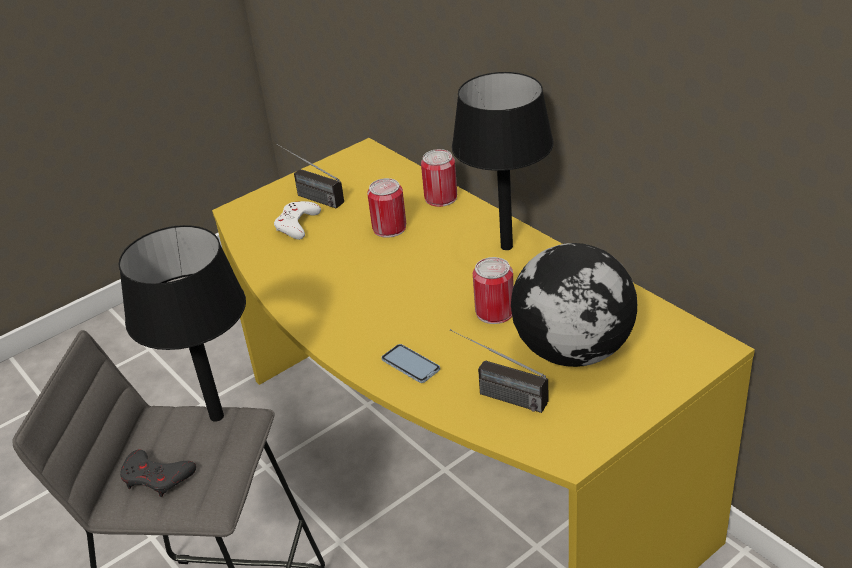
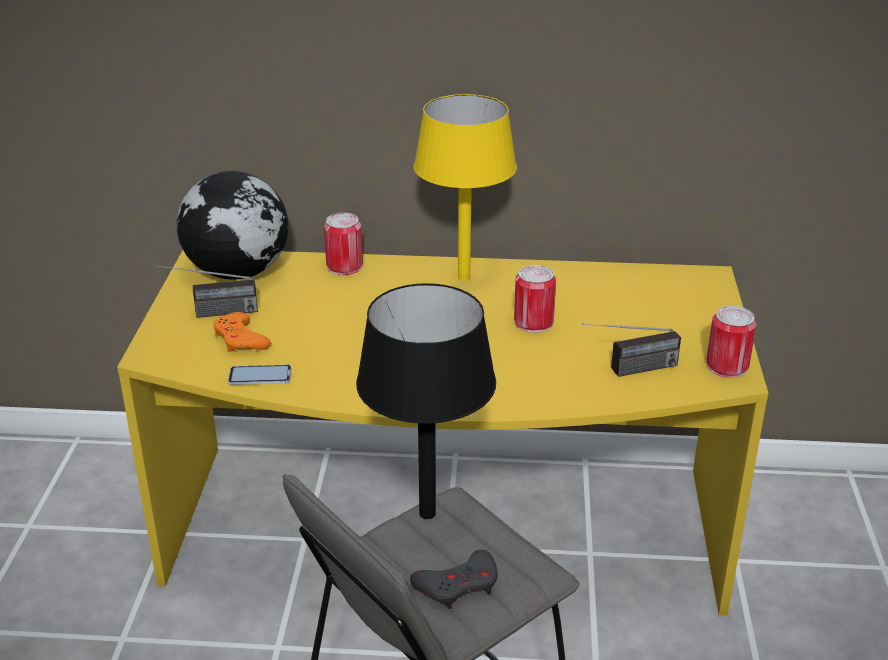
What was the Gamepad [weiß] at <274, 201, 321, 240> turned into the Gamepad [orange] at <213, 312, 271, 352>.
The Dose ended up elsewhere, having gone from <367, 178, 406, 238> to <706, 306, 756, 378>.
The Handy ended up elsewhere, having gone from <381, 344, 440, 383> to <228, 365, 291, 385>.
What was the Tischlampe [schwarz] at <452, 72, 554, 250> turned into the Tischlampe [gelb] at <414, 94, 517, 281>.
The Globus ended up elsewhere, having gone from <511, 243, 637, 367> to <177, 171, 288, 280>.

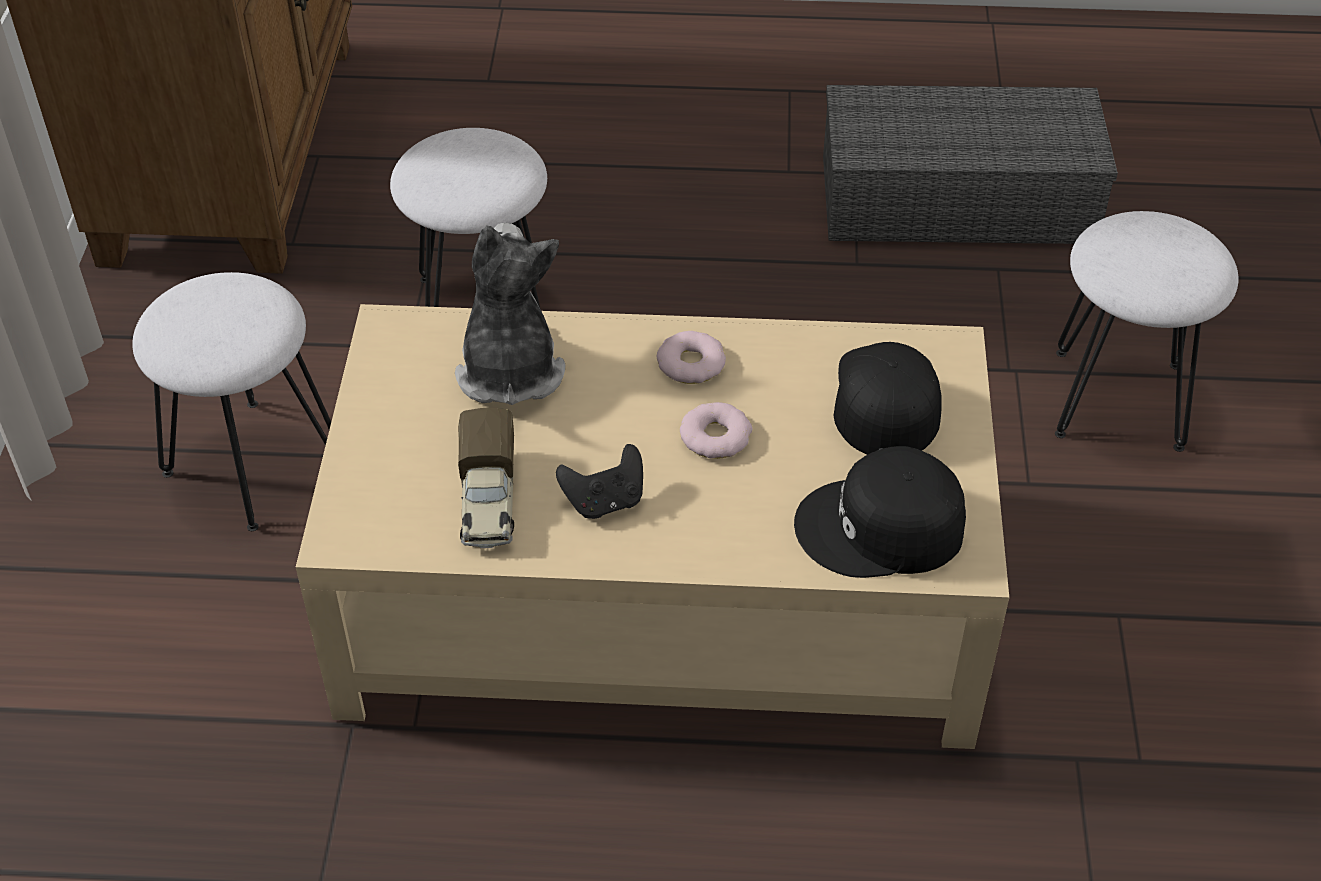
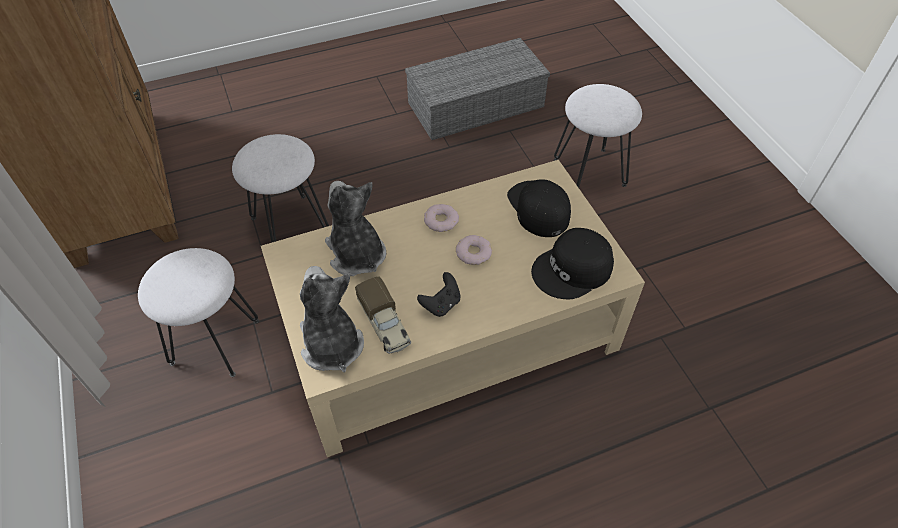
The second view gained the Plüschtier at <300, 266, 364, 372>.

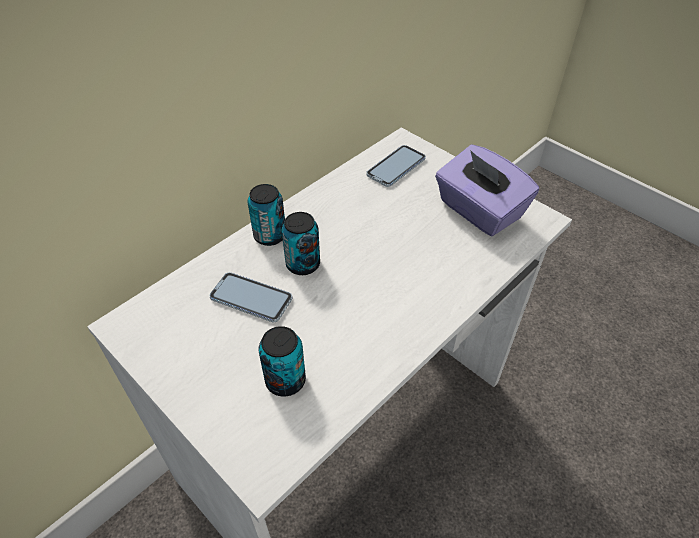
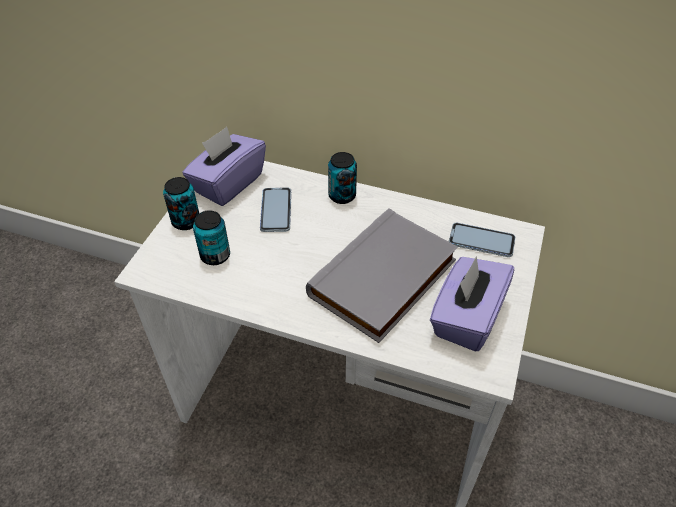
The Dose ended up elsewhere, having gone from <282, 212, 320, 275> to <163, 177, 199, 230>.
The second view gained the Taschentuchbox [lila] at <182, 127, 266, 206>.
The second view gained the Buch [grau] at <306, 209, 458, 343>.

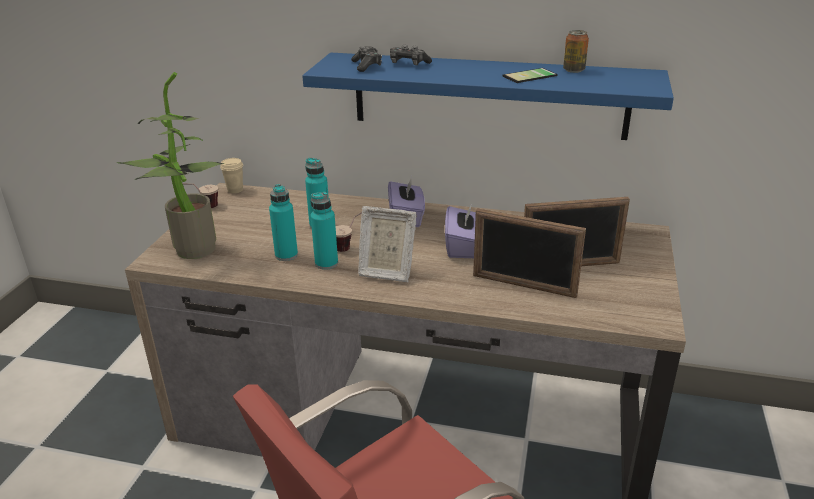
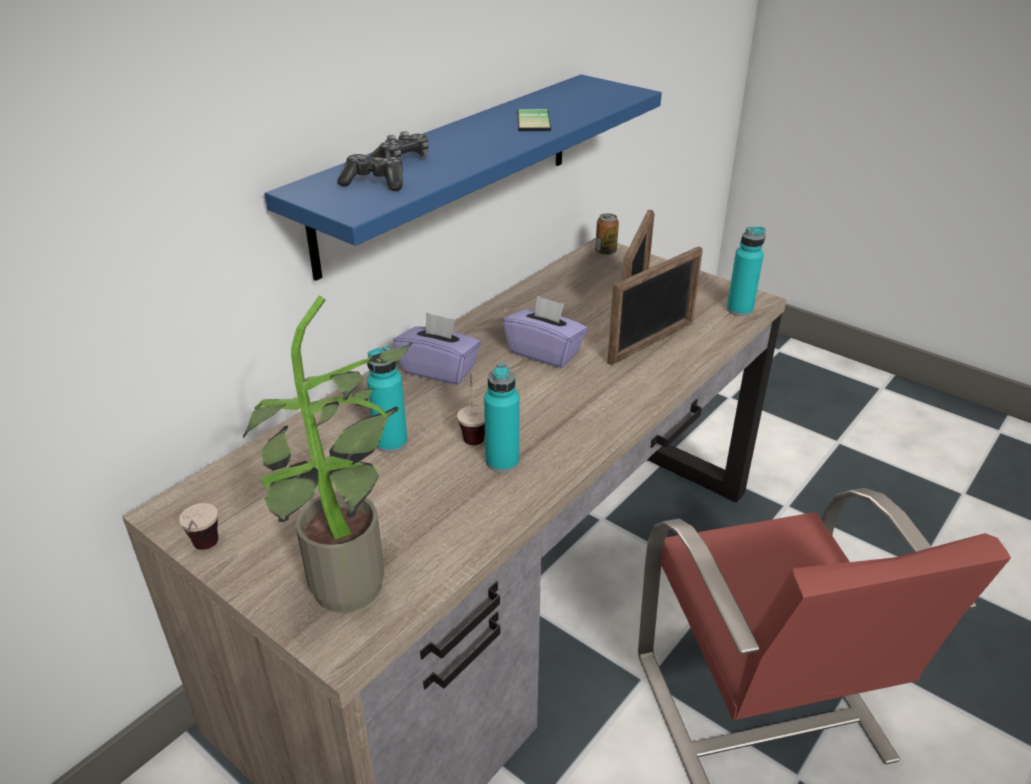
The second view lost the Tasse [beige] at <220, 158, 243, 193>.
The Flasche [türkis] ended up elsewhere, having gone from <269, 184, 298, 261> to <727, 227, 766, 316>.
The second view lost the Bilderrahmen at <358, 206, 417, 282>.
The Dose ended up elsewhere, having gone from <563, 30, 589, 73> to <595, 213, 619, 255>.

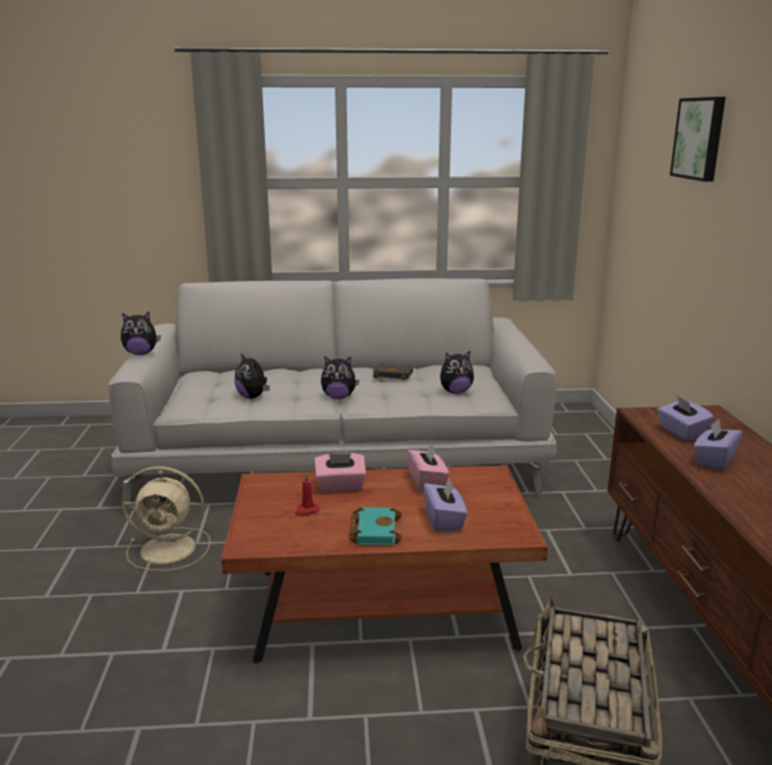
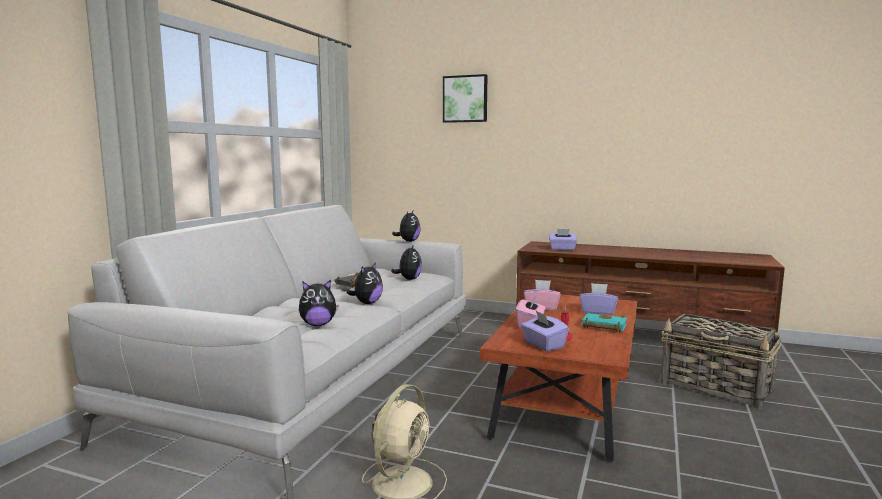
The Plüschtier ended up elsewhere, having gone from <121, 312, 161, 355> to <392, 211, 421, 242>.
The Taschentuchbox [lila] ended up elsewhere, having gone from <694, 419, 742, 471> to <521, 311, 569, 351>.

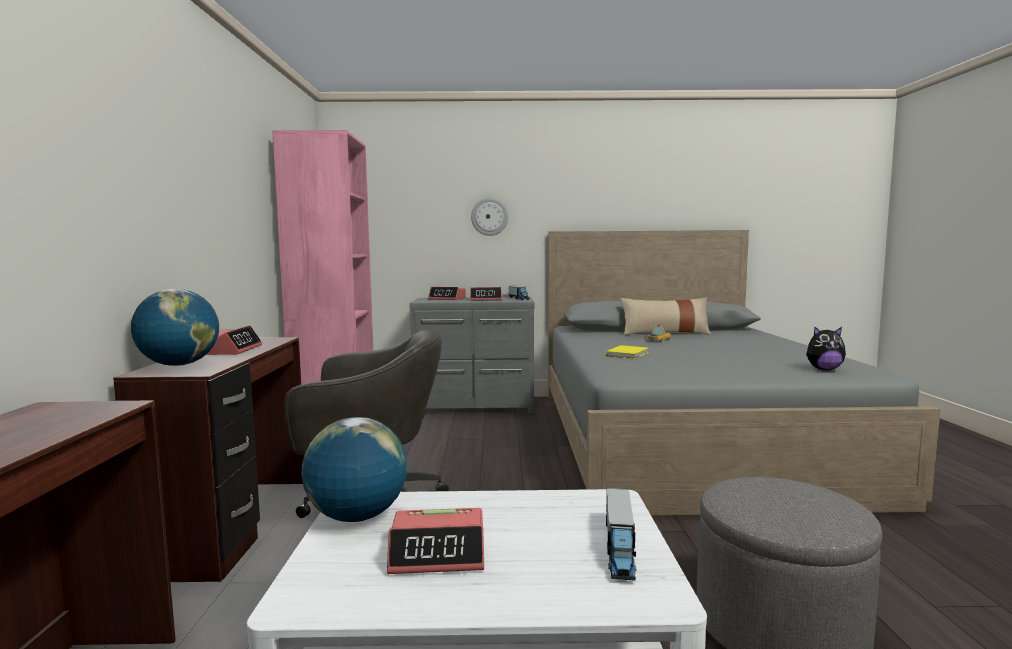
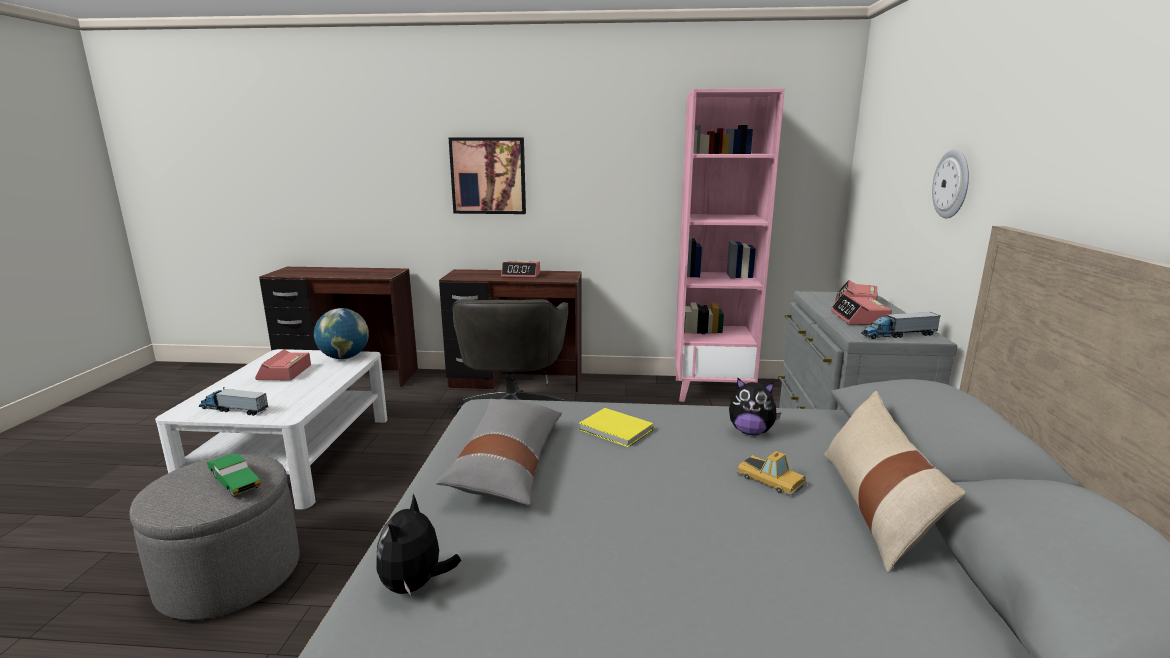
The second view lost the Globus at <131, 289, 219, 366>.
The second view gained the Spielzeugauto [grün] at <207, 453, 261, 497>.
The second view gained the Kissen [grau] at <436, 399, 562, 505>.
The second view gained the Bild at <449, 138, 526, 214>.
The second view gained the Plüschtier at <729, 377, 782, 435>.

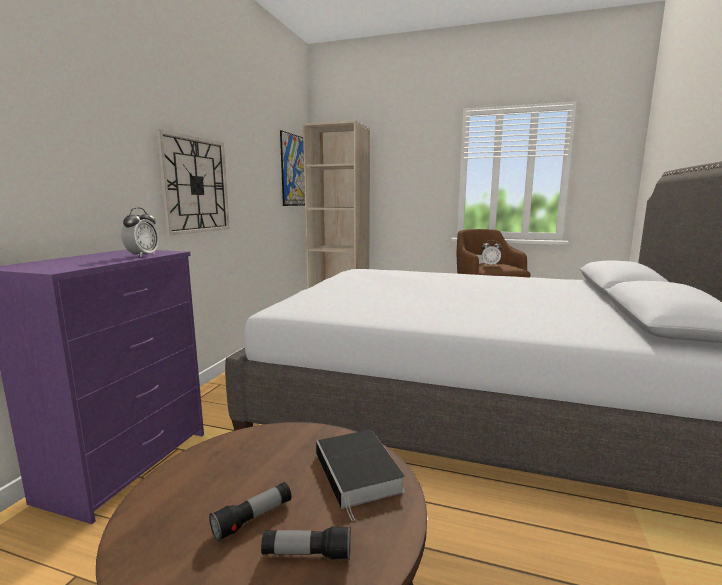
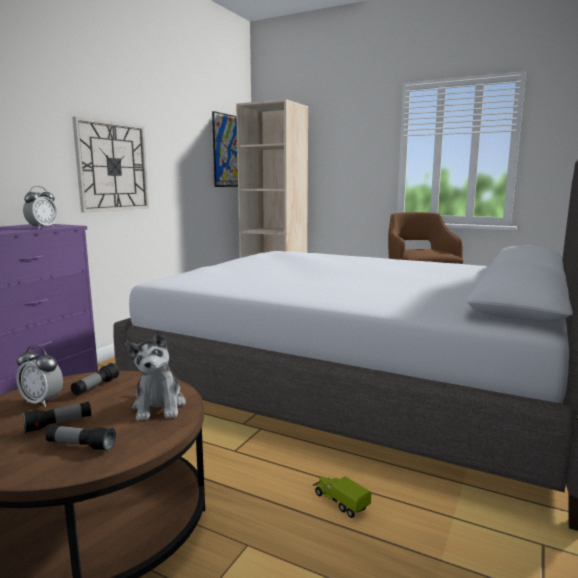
Where the Buch stood at <316, 430, 405, 521>, the Plüschtier came to stand at <125, 330, 186, 421>.
The Wecker ended up elsewhere, having gone from <482, 240, 502, 266> to <16, 345, 63, 407>.
The second view gained the Taschenlampe at <71, 363, 119, 395>.
The second view gained the Spielzeuglaster at <313, 476, 371, 518>.

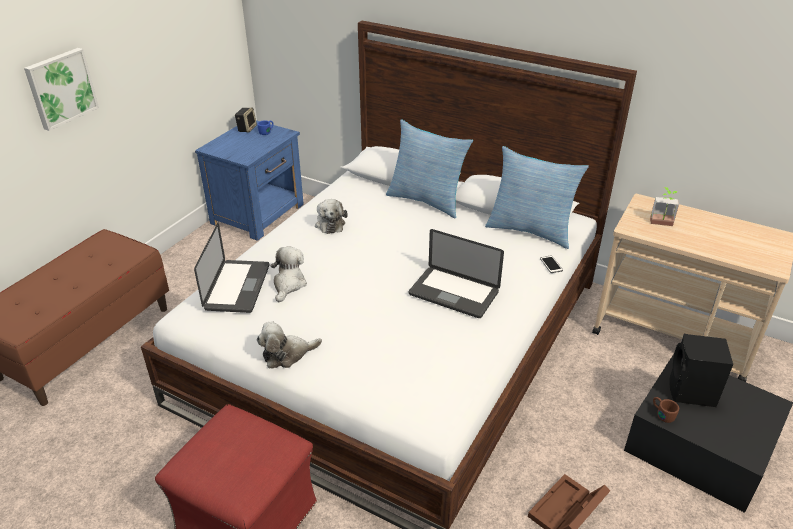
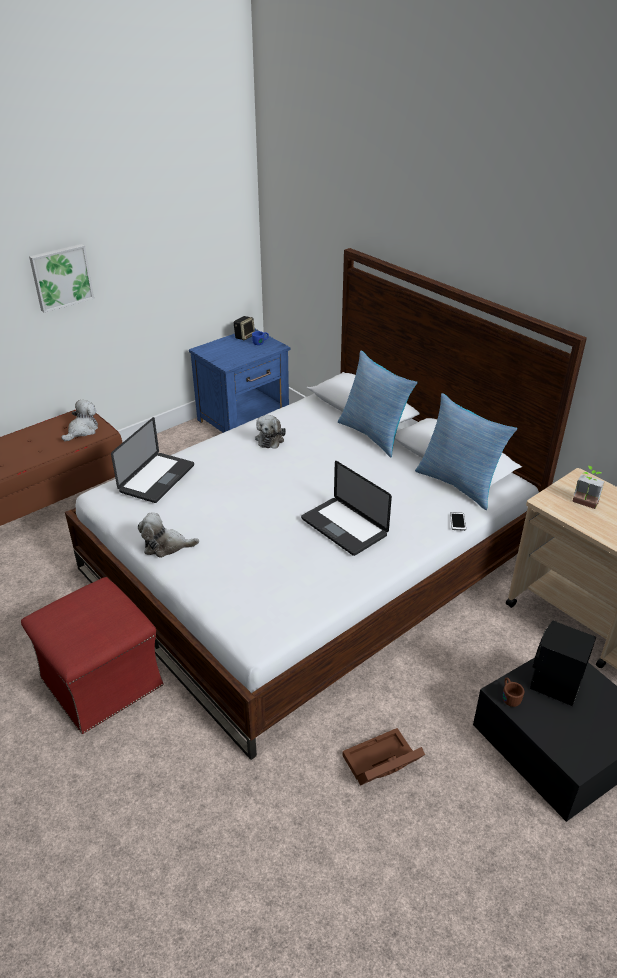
The Plüschtier ended up elsewhere, having gone from <270, 247, 307, 302> to <61, 400, 98, 441>.

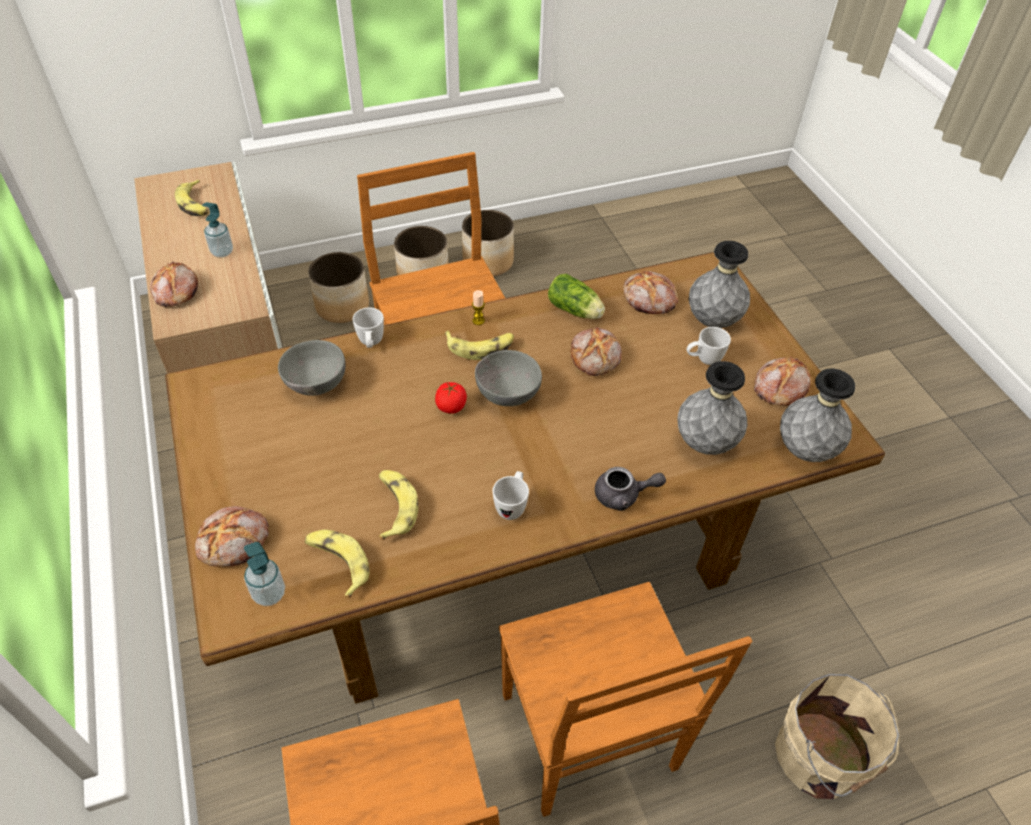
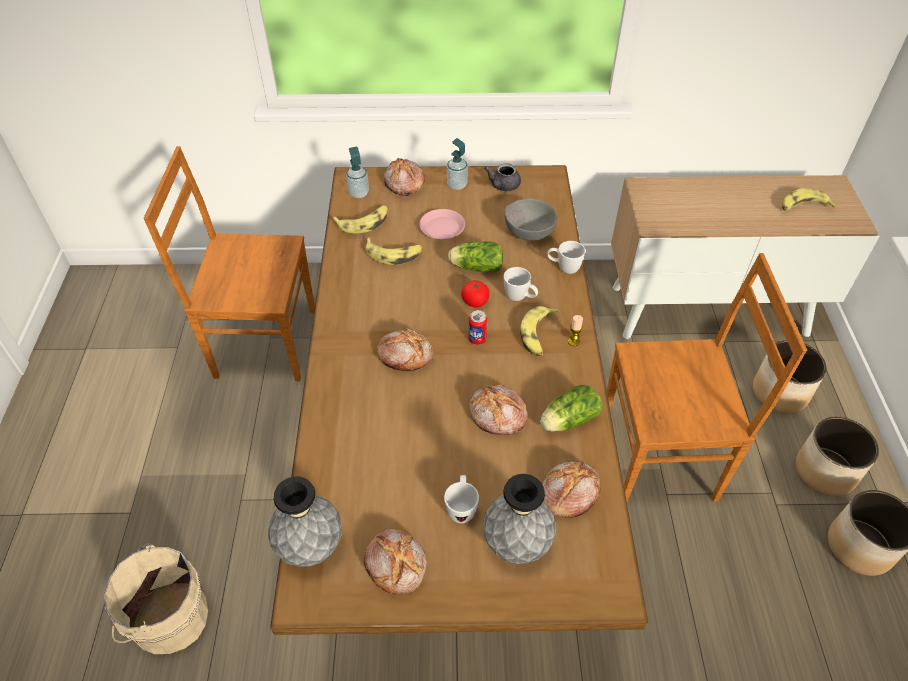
The Brot ended up elsewhere, having gone from <150, 261, 198, 308> to <377, 328, 434, 371>.
The Seifenspender ended up elsewhere, having gone from <202, 202, 233, 258> to <447, 138, 468, 190>.
Where the Schüssel [grau] stood at <475, 350, 542, 406>, the Dose came to stand at <468, 310, 488, 345>.
The Henkelbecher [weiß] ended up elsewhere, having gone from <493, 471, 529, 520> to <504, 267, 538, 301>.
The second view lost the Stuhl [braun] at <499, 582, 753, 817>.
The Teekanne [grau] ended up elsewhere, having gone from <595, 467, 666, 511> to <485, 163, 521, 191>.
The second view lost the Vase [grau] at <677, 361, 748, 455>.
The second view gained the Teller [rosa] at <419, 209, 465, 240>.
The second view gained the Salatkopf at <448, 241, 503, 273>.

